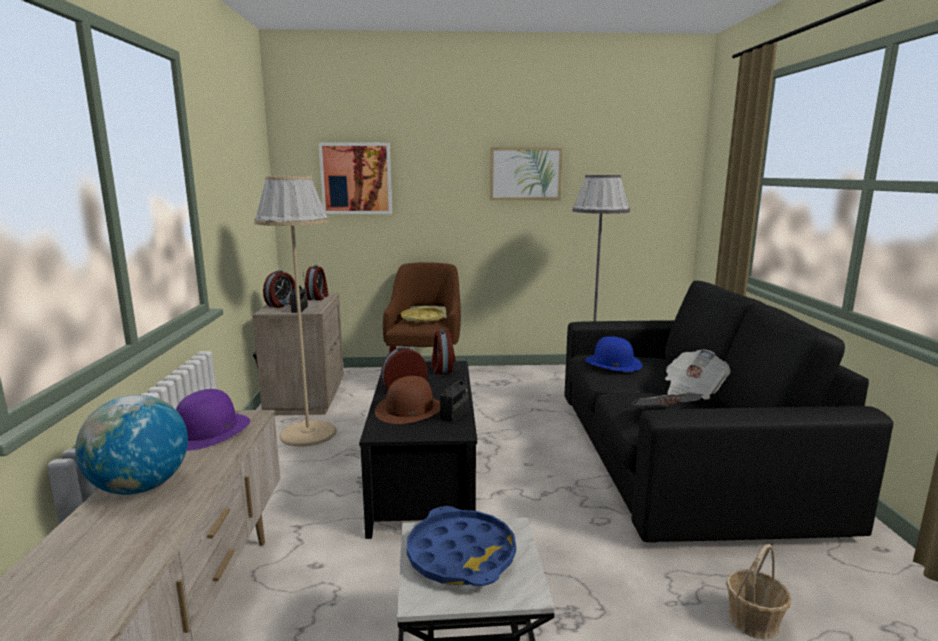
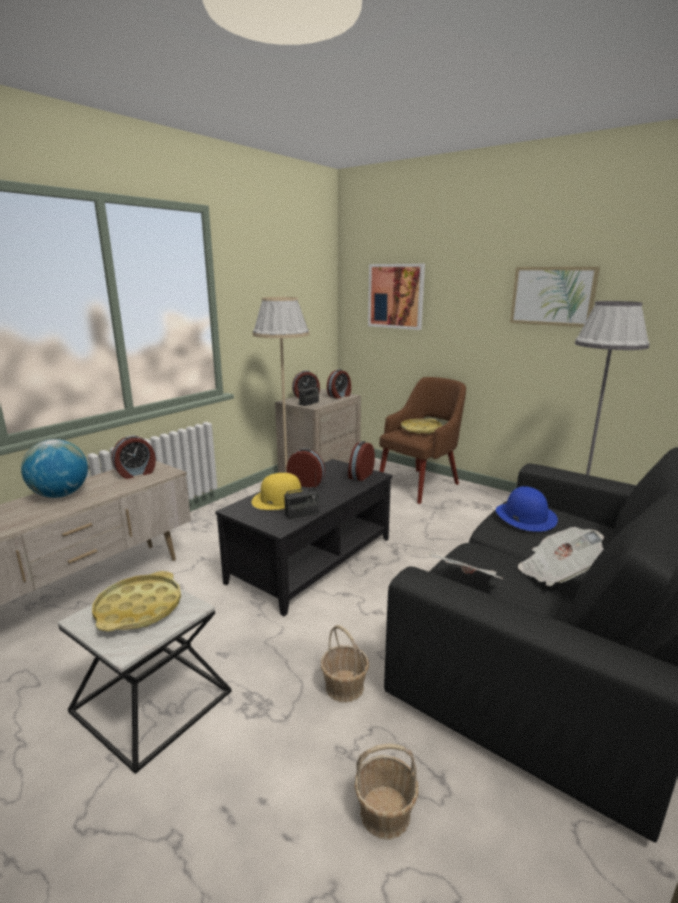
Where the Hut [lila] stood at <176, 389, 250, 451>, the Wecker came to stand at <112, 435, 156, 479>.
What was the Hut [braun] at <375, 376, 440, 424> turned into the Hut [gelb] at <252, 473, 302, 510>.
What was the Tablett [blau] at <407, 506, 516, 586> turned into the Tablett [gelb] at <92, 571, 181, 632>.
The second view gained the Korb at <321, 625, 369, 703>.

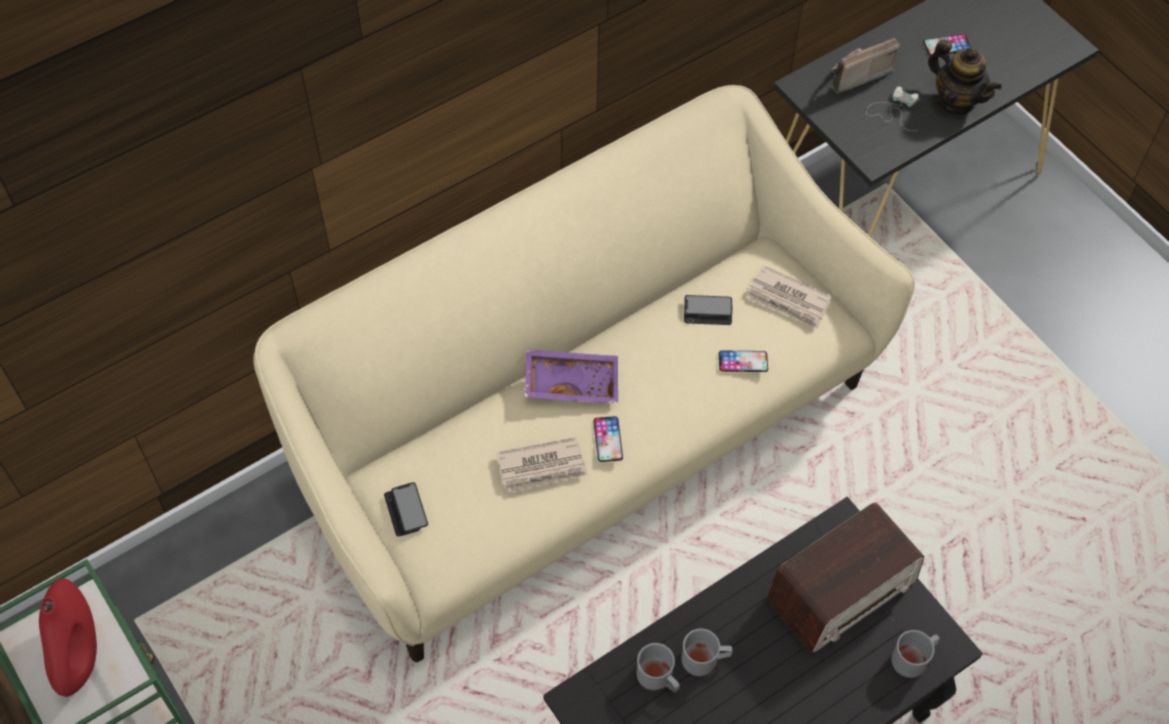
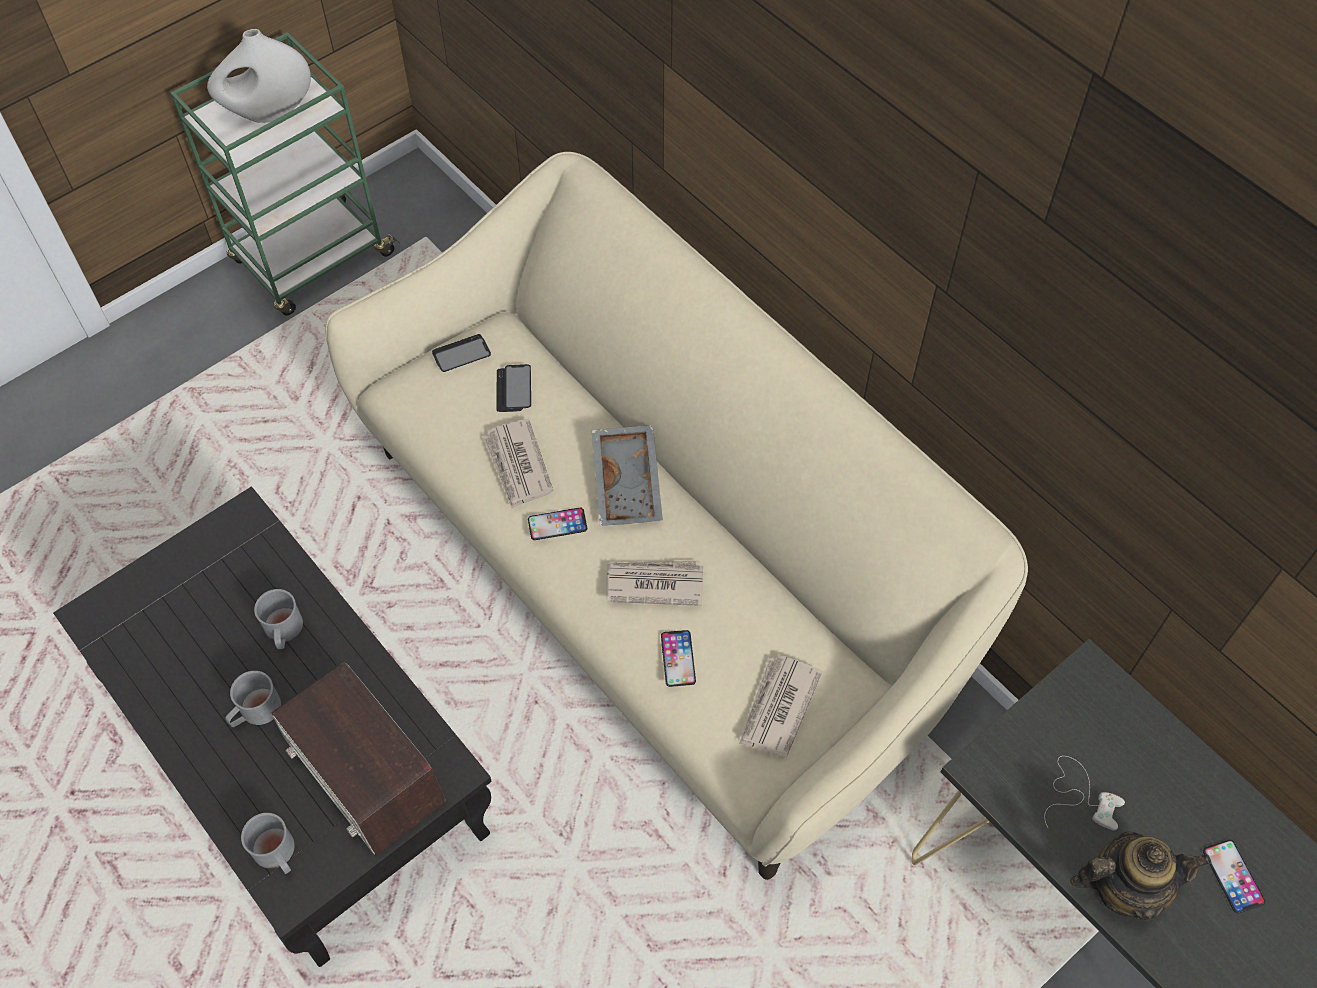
What was the Vase [rot] at <39, 578, 97, 697> turned into the Vase [weiß] at <207, 29, 311, 123>.
What was the Tablett [lila] at <525, 349, 618, 404> turned into the Tablett [grau] at <591, 425, 663, 526>.
The Henkelbecher [grau] ended up elsewhere, having gone from <637, 643, 680, 693> to <225, 671, 281, 727>.
The Handy ended up elsewhere, having gone from <684, 295, 732, 325> to <497, 364, 531, 412>.
The second view lost the Radio at <831, 38, 900, 94>.
The Teekanne at <928, 39, 1002, 115> ended up facing another way, 135 degrees counterclockwise from before.
The second view gained the Zeitung at <606, 561, 703, 606>.

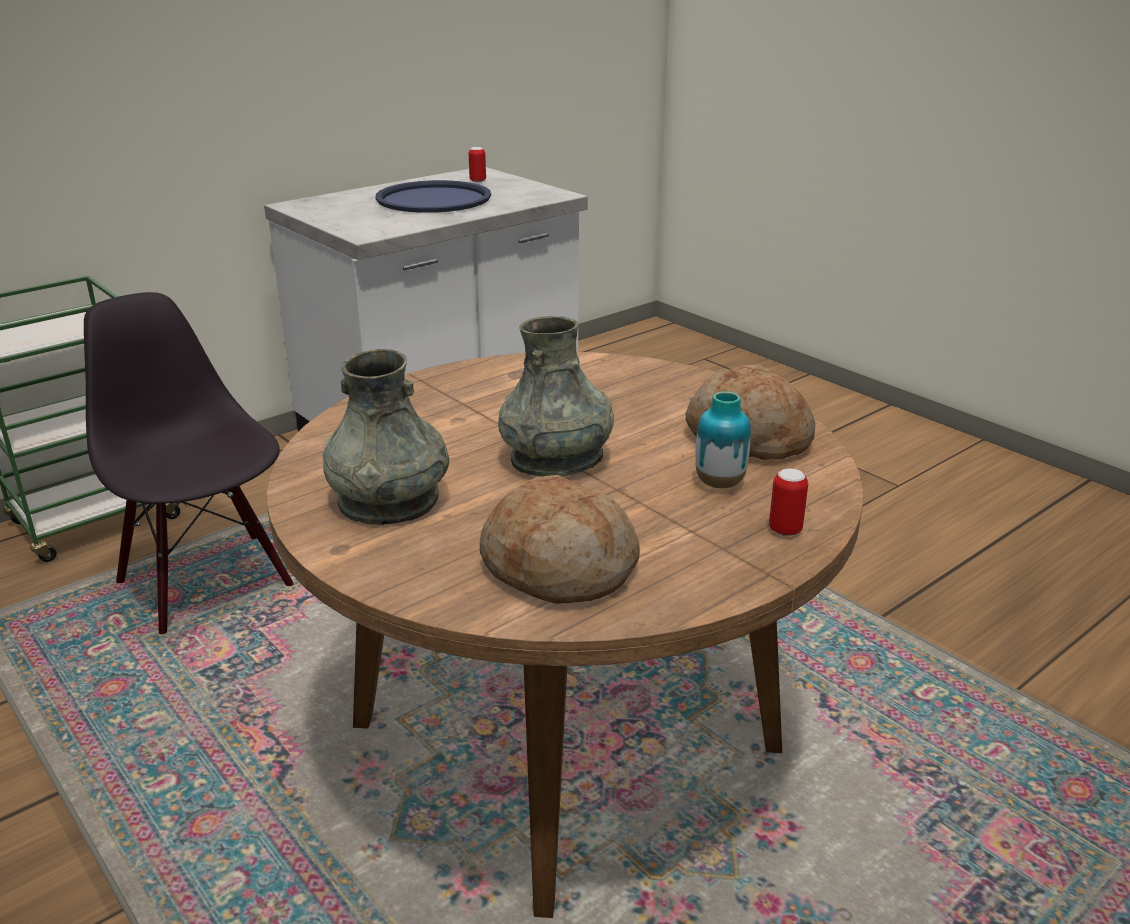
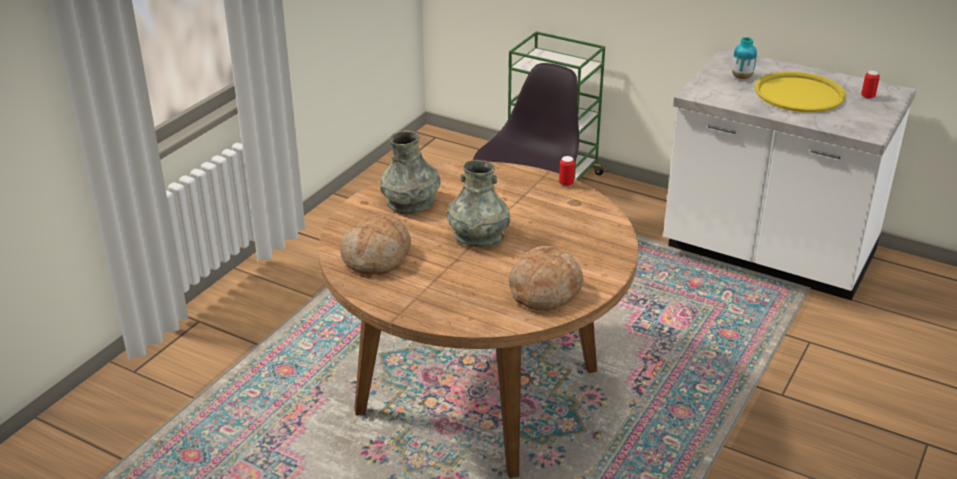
What was the Tablett [blau] at <376, 180, 491, 213> turned into the Tablett [gelb] at <755, 71, 846, 112>.
The Vase ended up elsewhere, having gone from <695, 391, 751, 488> to <732, 37, 757, 79>.
The Dose ended up elsewhere, having gone from <769, 469, 808, 536> to <559, 156, 575, 186>.

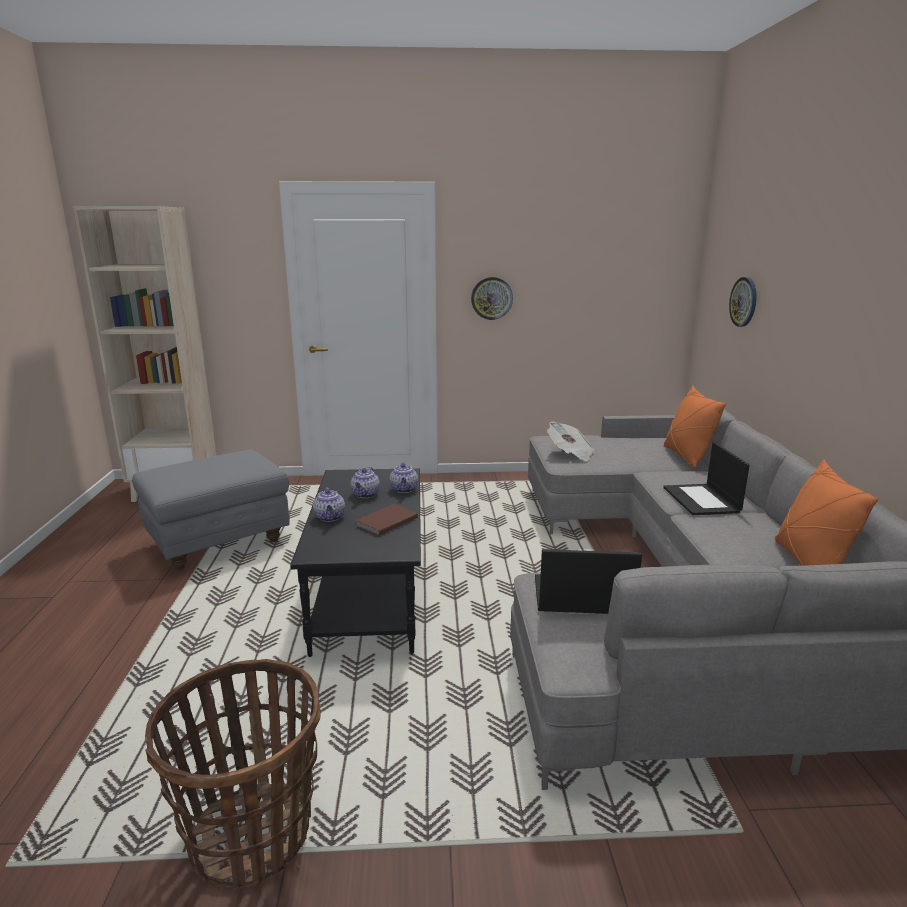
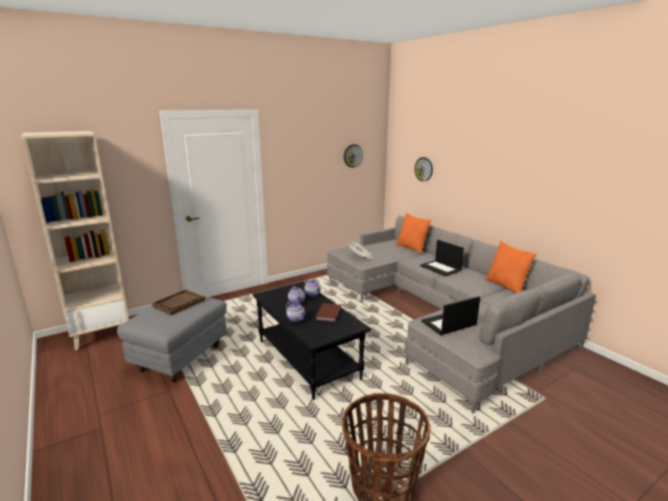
The Wanduhr ended up elsewhere, having gone from <471, 277, 513, 320> to <344, 144, 363, 167>.
The second view gained the Tablett [braun] at <152, 289, 205, 315>.

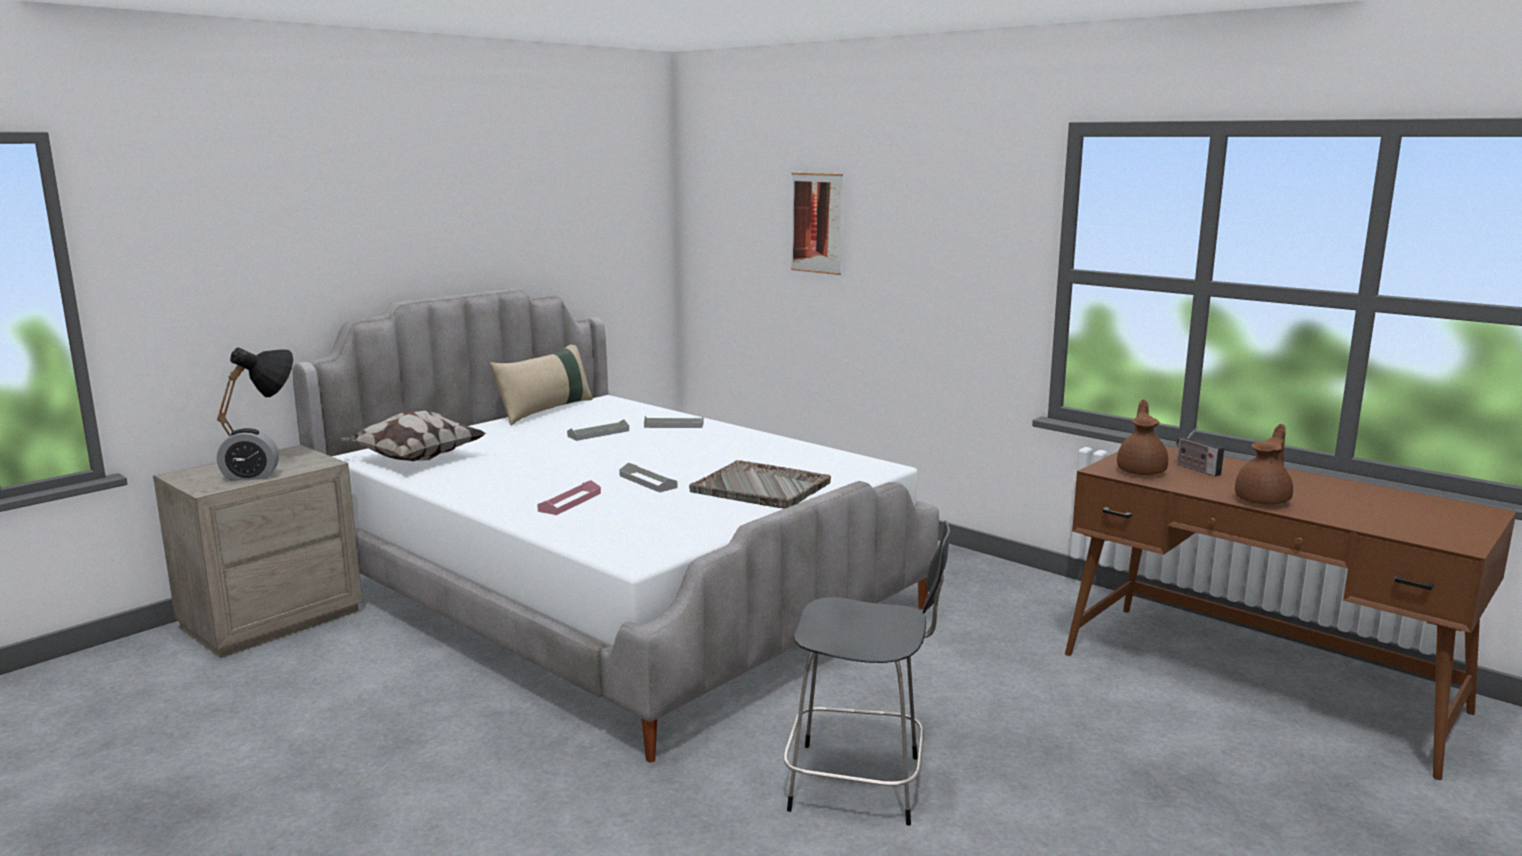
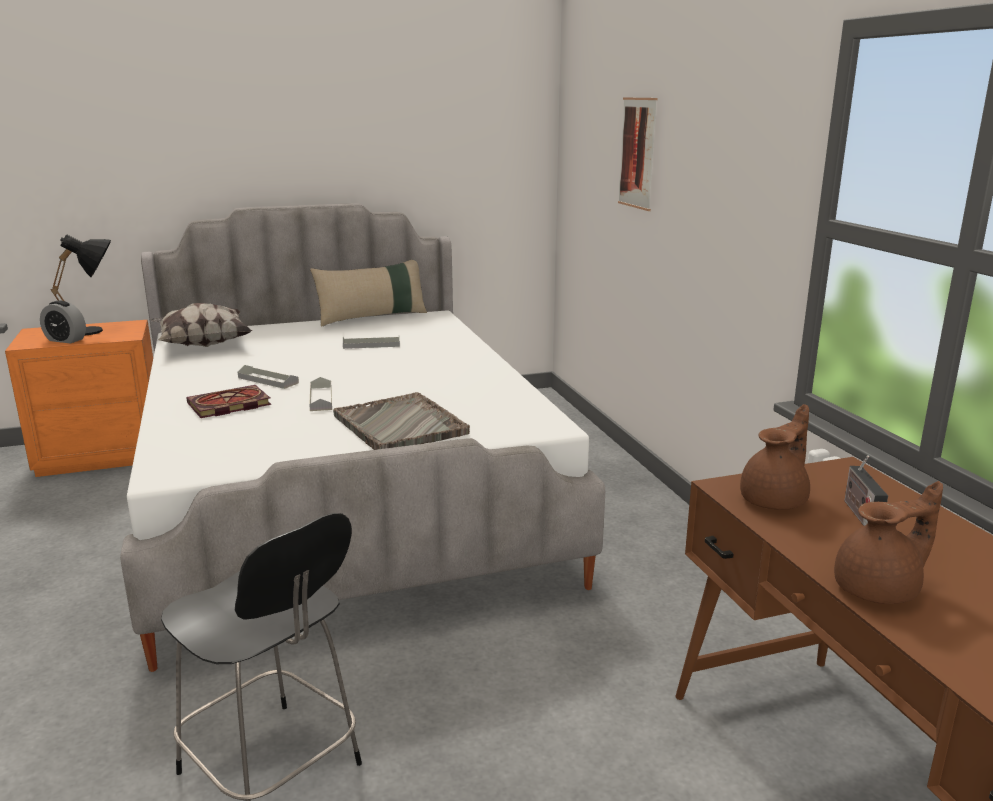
What was the Nachttisch [beige] at <153, 445, 363, 658> turned into the Nachttisch [orange] at <5, 320, 153, 477>.
Where the Tablett [rosa] stood at <537, 480, 601, 515>, the Buch came to stand at <187, 385, 271, 418>.
The Tablett [grau] ended up elsewhere, having gone from <644, 416, 703, 428> to <238, 365, 299, 389>.

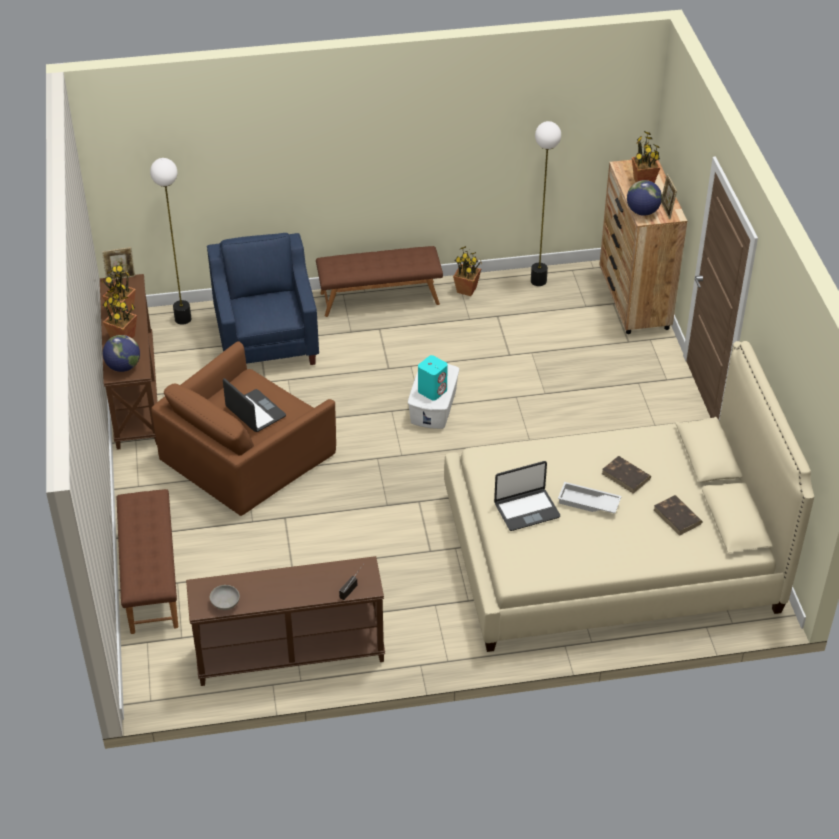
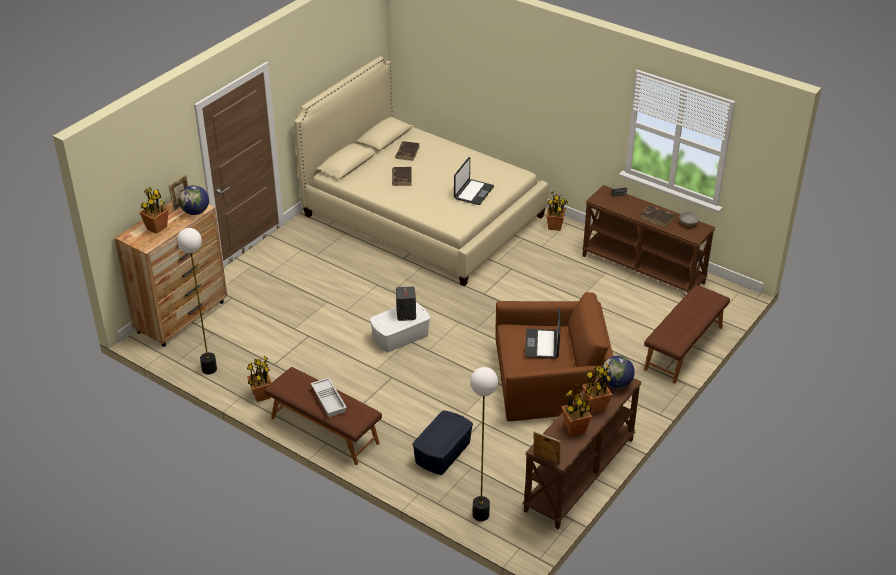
Where the Sessel [blau] stood at <207, 233, 319, 365>, the Aufbewahrungsbox [blau] came to stand at <412, 410, 473, 475>.
What was the Lautsprecher [türkis] at <418, 355, 448, 401> turned into the Lautsprecher [grau] at <396, 286, 416, 321>.
The Laptop at <494, 461, 560, 531> ended up facing another way, 90 degrees clockwise from before.
The Tablett [weiß] ended up elsewhere, having gone from <558, 482, 622, 513> to <311, 378, 347, 417>.
The second view gained the Topfpflanze at <546, 191, 568, 231>.
The second view gained the Buch [braun] at <640, 205, 676, 227>.

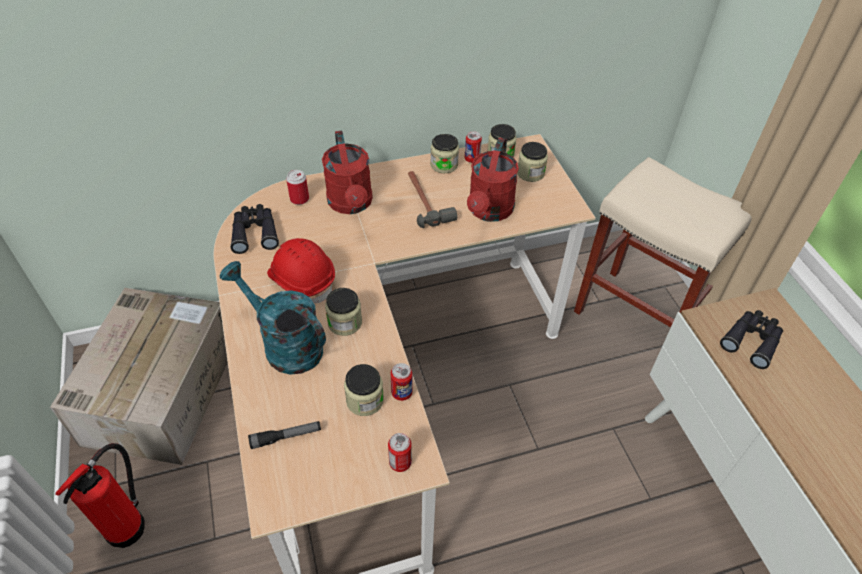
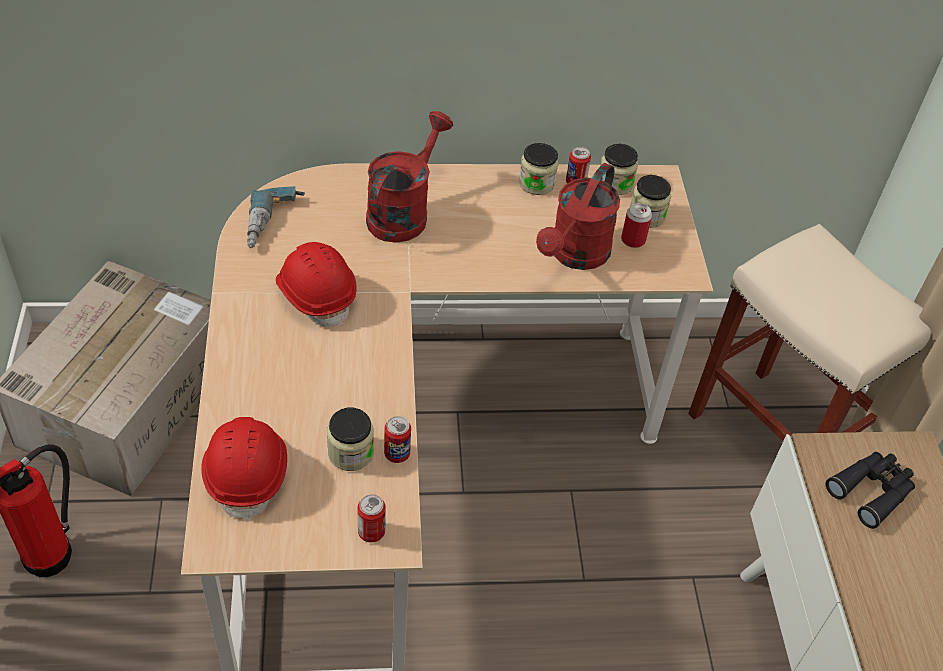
The second view lost the Gießkanne [türkis] at <220, 261, 326, 375>.
Where the Fernglas [schwarz] stood at <230, 204, 279, 254>, the Bohrmaschine came to stand at <247, 186, 305, 248>.
Where the Taschenlampe stood at <248, 421, 321, 449>, the Schutzhelm [rot] came to stand at <201, 417, 287, 522>.
The Dose ended up elsewhere, having gone from <286, 170, 309, 205> to <621, 203, 652, 248>.
The Gießkanne [rot] at <322, 131, 373, 214> ended up facing another way, 150 degrees counterclockwise from before.
The second view lost the Vorratsglas at <325, 288, 362, 336>.
The second view lost the Hammer at <408, 171, 457, 228>.

